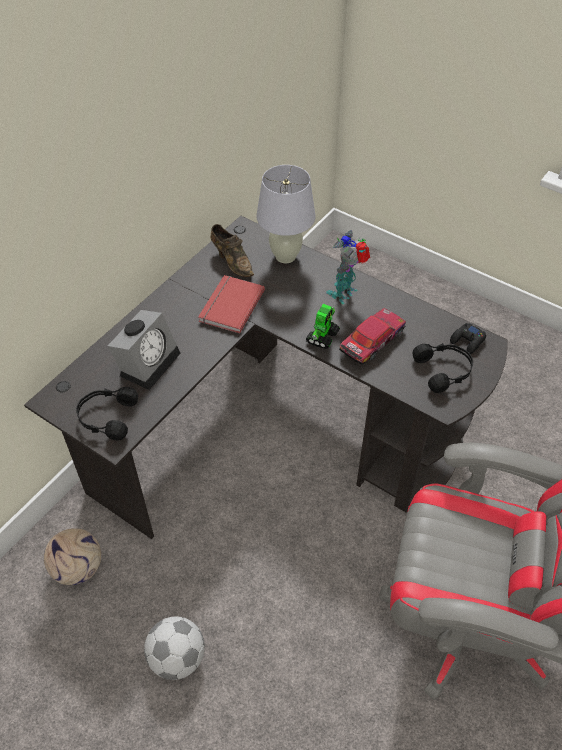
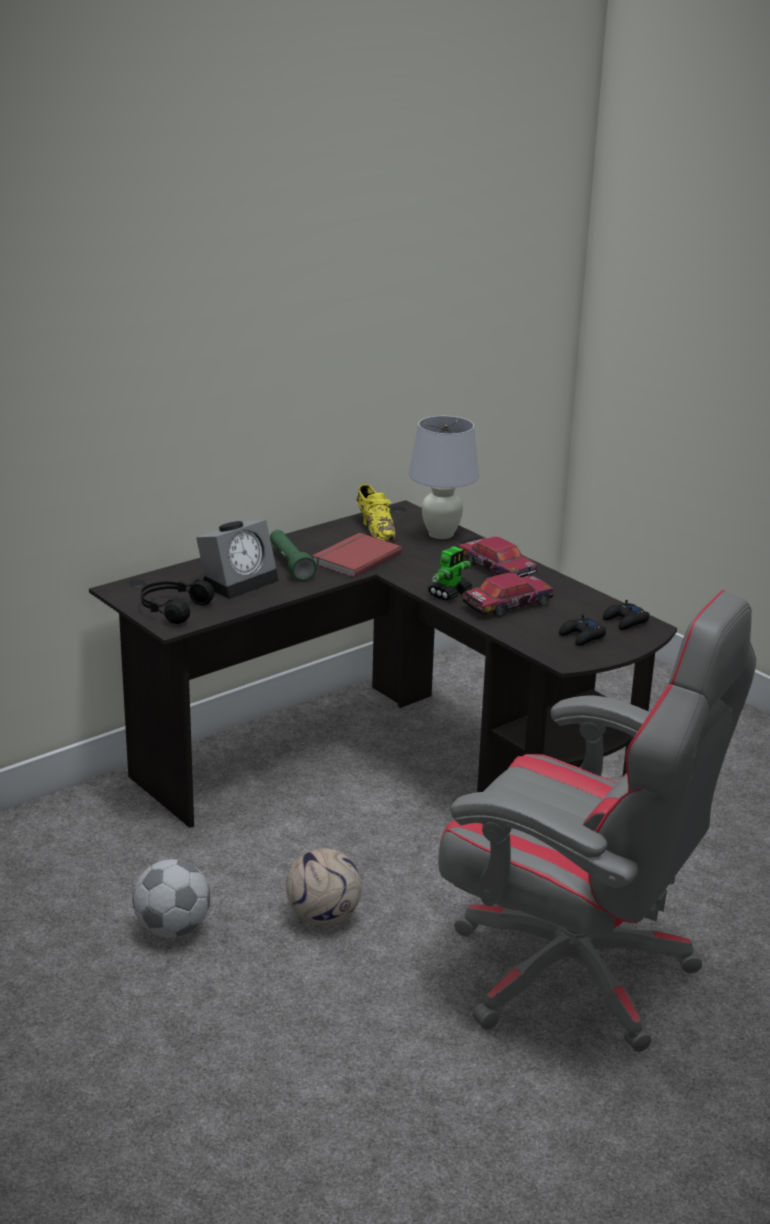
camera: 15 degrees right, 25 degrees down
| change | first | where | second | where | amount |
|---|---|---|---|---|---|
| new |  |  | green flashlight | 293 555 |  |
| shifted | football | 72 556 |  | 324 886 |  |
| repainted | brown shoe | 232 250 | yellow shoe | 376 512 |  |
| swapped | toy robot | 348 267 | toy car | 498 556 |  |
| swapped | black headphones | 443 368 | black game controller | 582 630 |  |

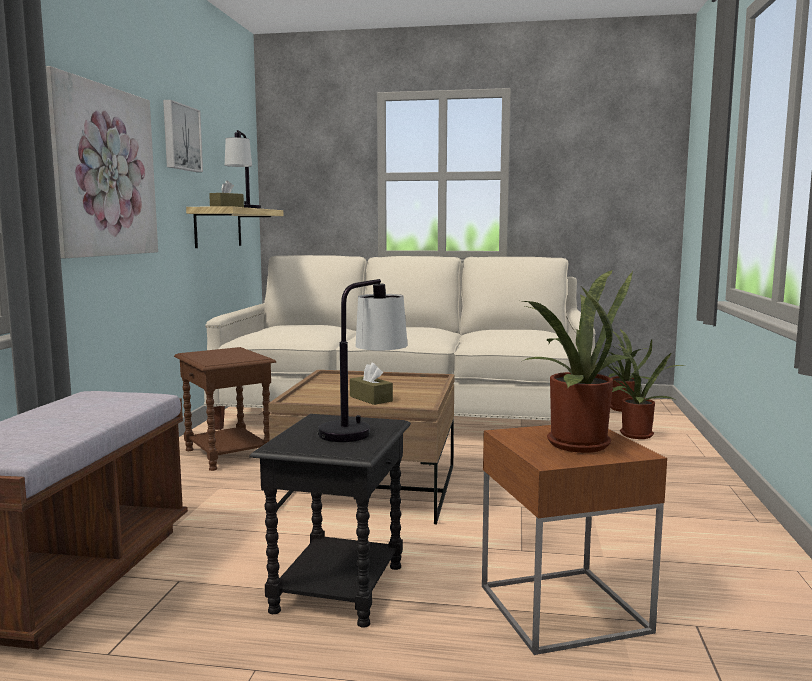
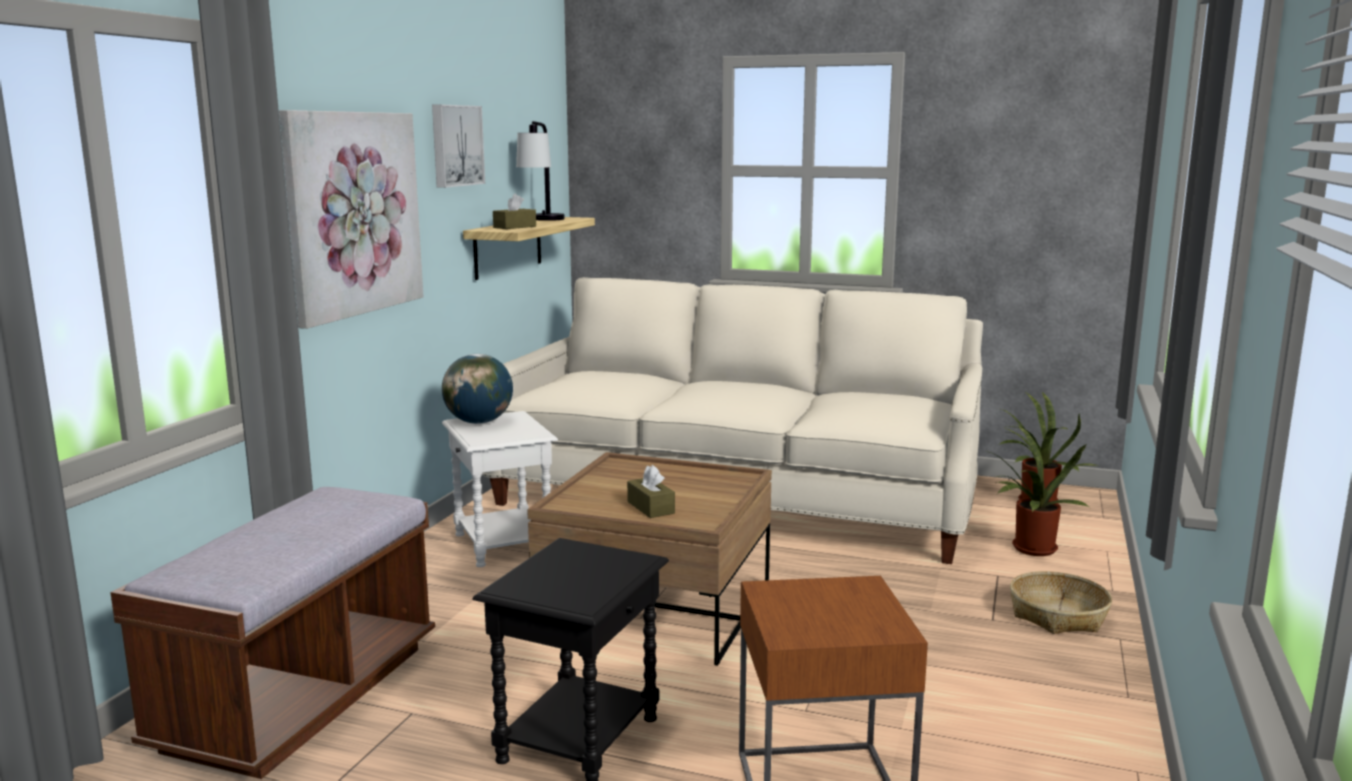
camera: 10 degrees right, 5 degrees up
| change | first | where | second | where | amount |
|---|---|---|---|---|---|
| new |  |  | globe | 477 389 |  |
| repainted | brown side table | 225 409 | white side table | 500 489 |  |
| new |  |  | basket | 1061 602 |  |
| gone | table lamp | 362 360 |  |  |  |
| gone | potted plant | 579 361 |  |  |  |

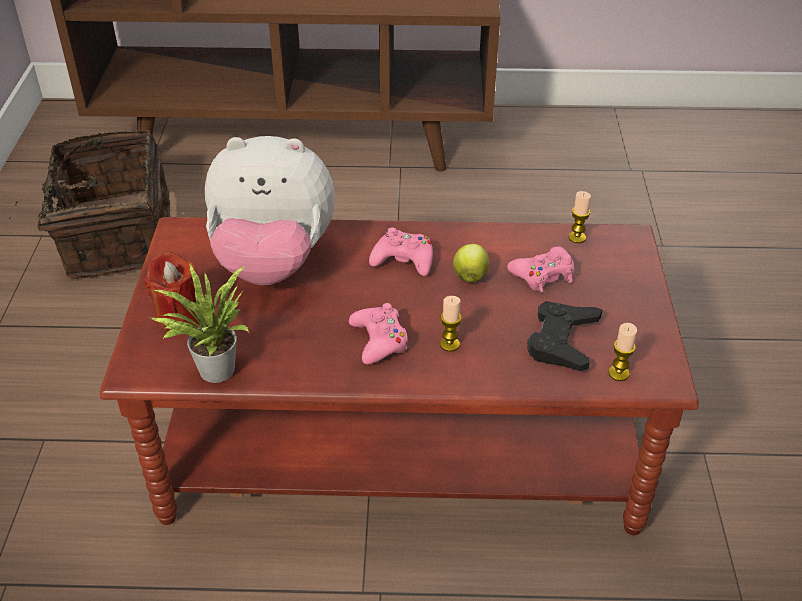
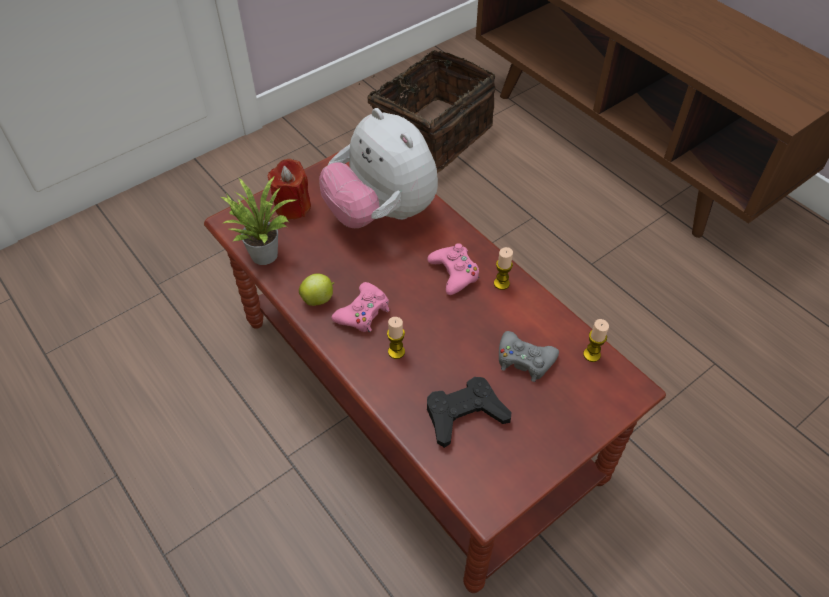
camera: 50 degrees right, 10 degrees up
| change | first | where | second | where | amount |
|---|---|---|---|---|---|
| shifted | apple | 471 263 |  | 316 289 |  |
| shifted | candle | 622 352 |  | 503 268 |  |
| repainted | pink game controller | 541 269 | grey game controller | 529 356 |  |

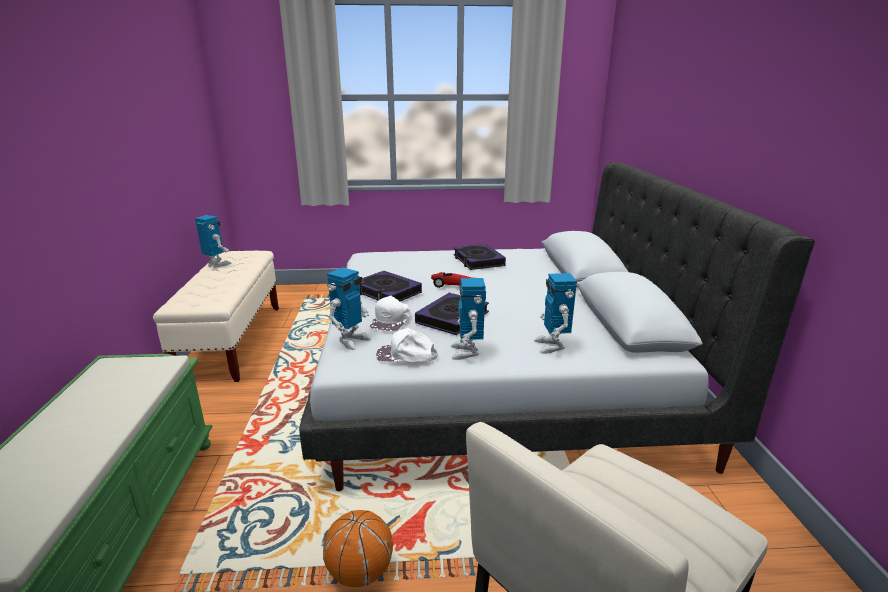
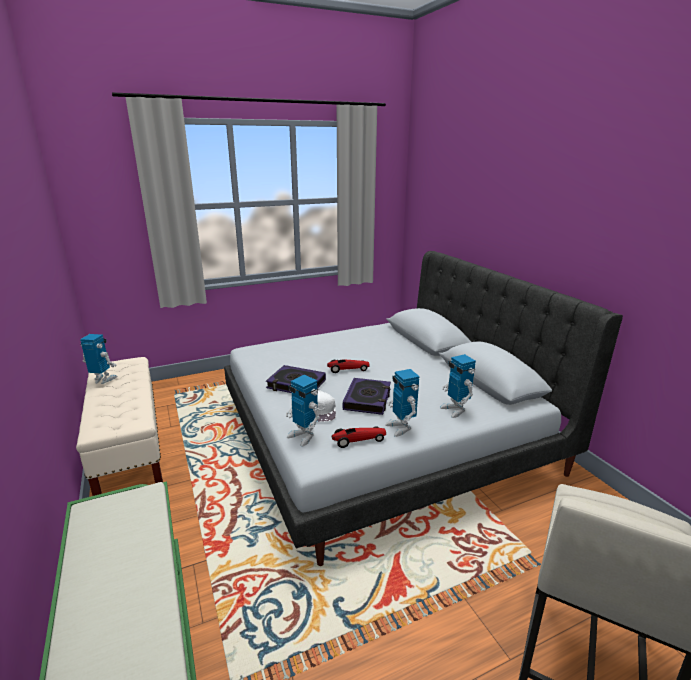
camera: 20 degrees left, 0 degrees up
| change | first | where | second | where | amount |
|---|---|---|---|---|---|
| rotated | toy robot | 349 308 |  | 303 411 | 120 degrees clockwise |
| swapped | white cap | 407 345 | toy car | 359 437 |  |
| gone | basketball | 358 548 |  |  |  |
| gone | book | 479 257 |  |  |  |

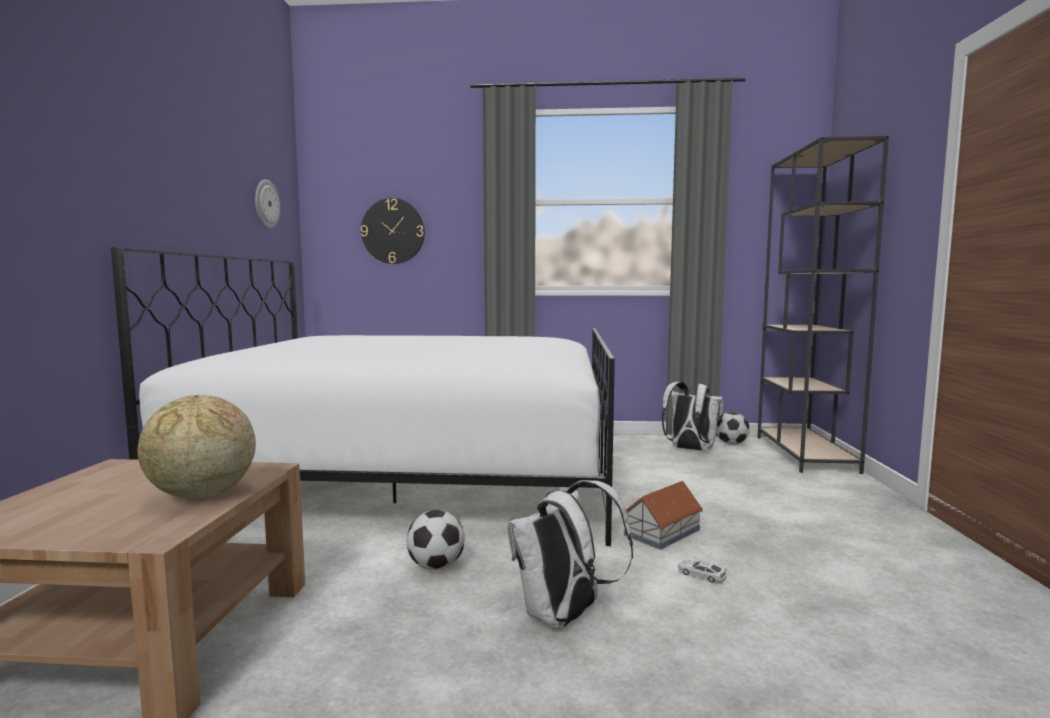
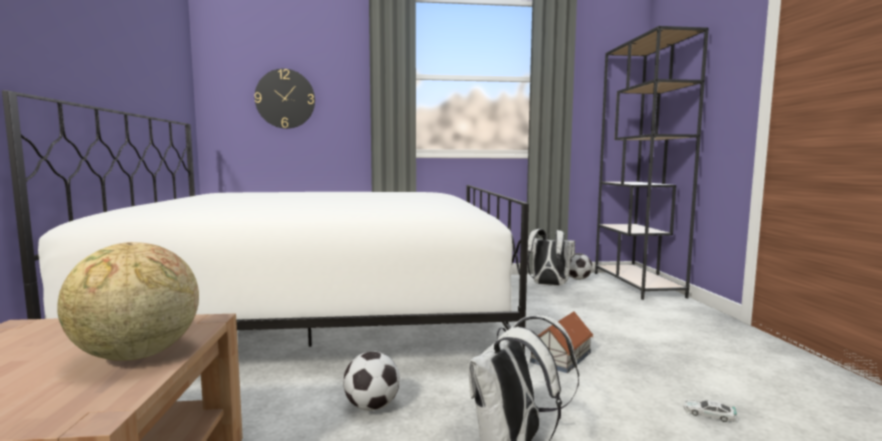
camera: 10 degrees left, 0 degrees up
| change | first | where | second | where | amount |
|---|---|---|---|---|---|
| shifted | toy car | 702 571 |  | 710 411 |  |
| gone | wall clock | 267 204 |  |  |  |

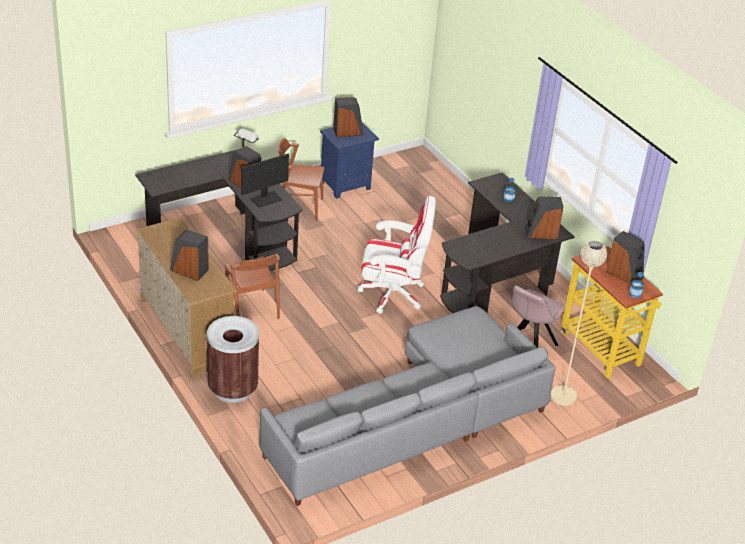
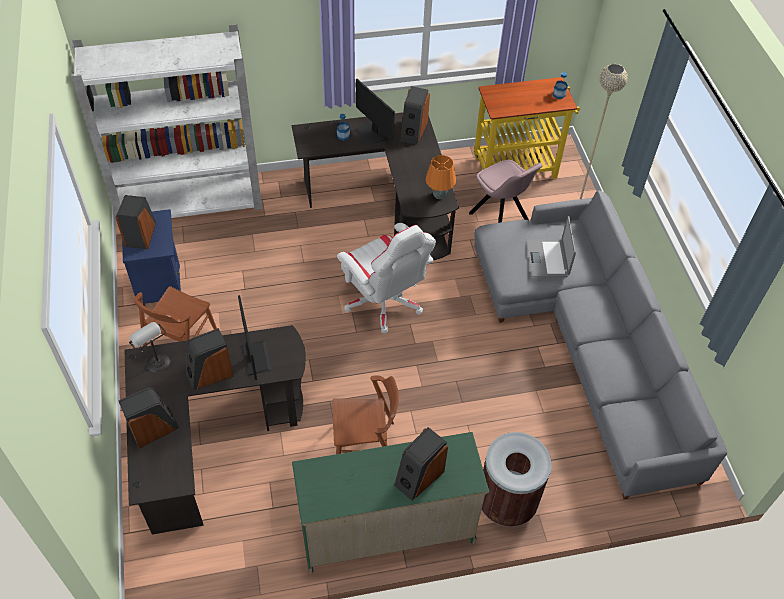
camera: 70 degrees left, 15 degrees up
| change | first | where | second | where | amount |
|---|---|---|---|---|---|
| new |  |  | white bookcase | 166 121 |  |
| shifted | speaker | 625 257 |  | 149 418 |  |
| repainted | brown cabinet | 187 297 | green cabinet | 390 503 |  |
| rotated | white office chair | 397 254 |  | 386 278 | 120 degrees clockwise |
| new |  |  | monitor | 374 113 |  |
| new |  |  | orange table lamp | 440 177 |  |
| new |  |  | laptop | 551 246 |  |

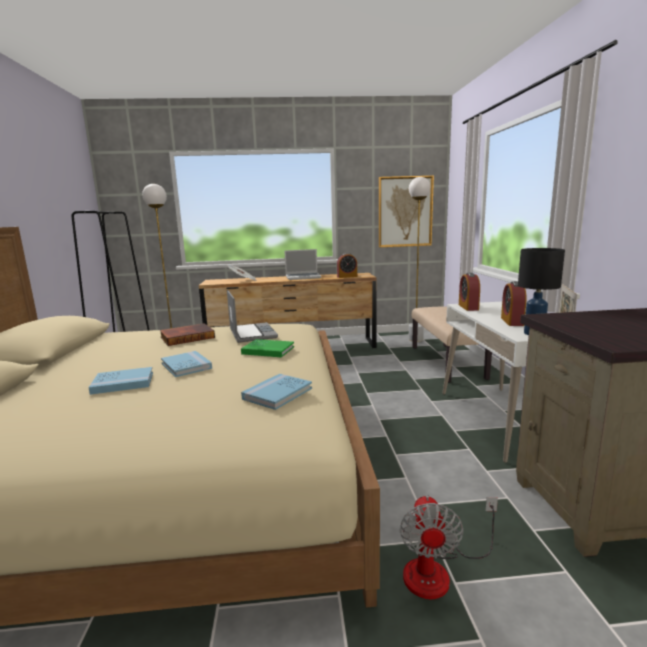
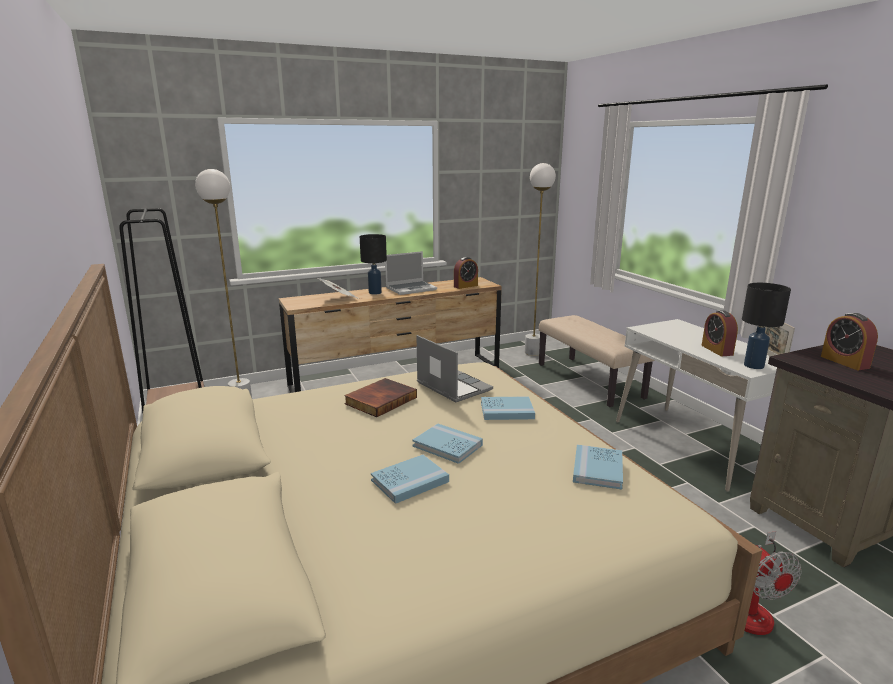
camera: 20 degrees left, 5 degrees up
| change | first | where | second | where | amount |
|---|---|---|---|---|---|
| new |  |  | black table lamp | 373 264 |  |
| repainted | green book | 267 348 | blue book | 508 408 |  |
| shifted | alarm clock | 469 292 |  | 849 341 |  |
| gone | picture | 406 211 |  |  |  |

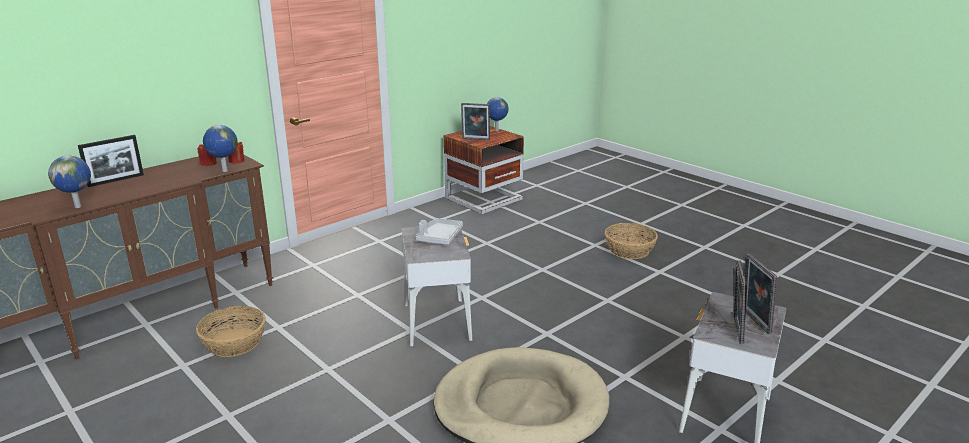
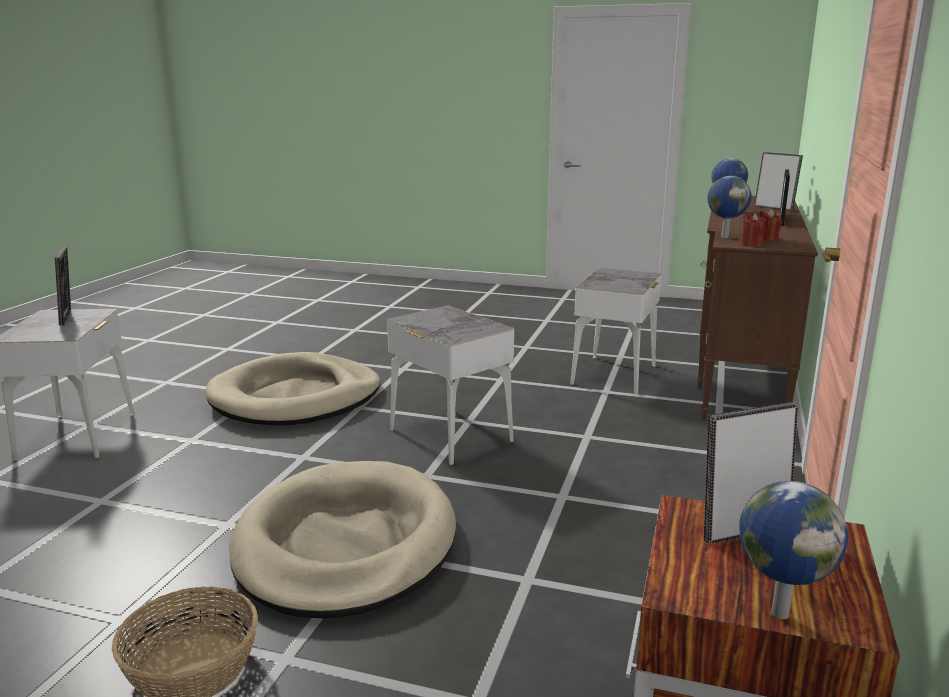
camera: 150 degrees right, 5 degrees down
| change | first | where | second | where | amount |
|---|---|---|---|---|---|
| new |  |  | beige dog bed | 343 540 |  |
| swapped | basket | 231 331 | side table | 616 331 |  |
| shifted | picture frame | 760 293 |  | 778 181 |  |
| gone | grey tray | 439 231 |  |  |  |

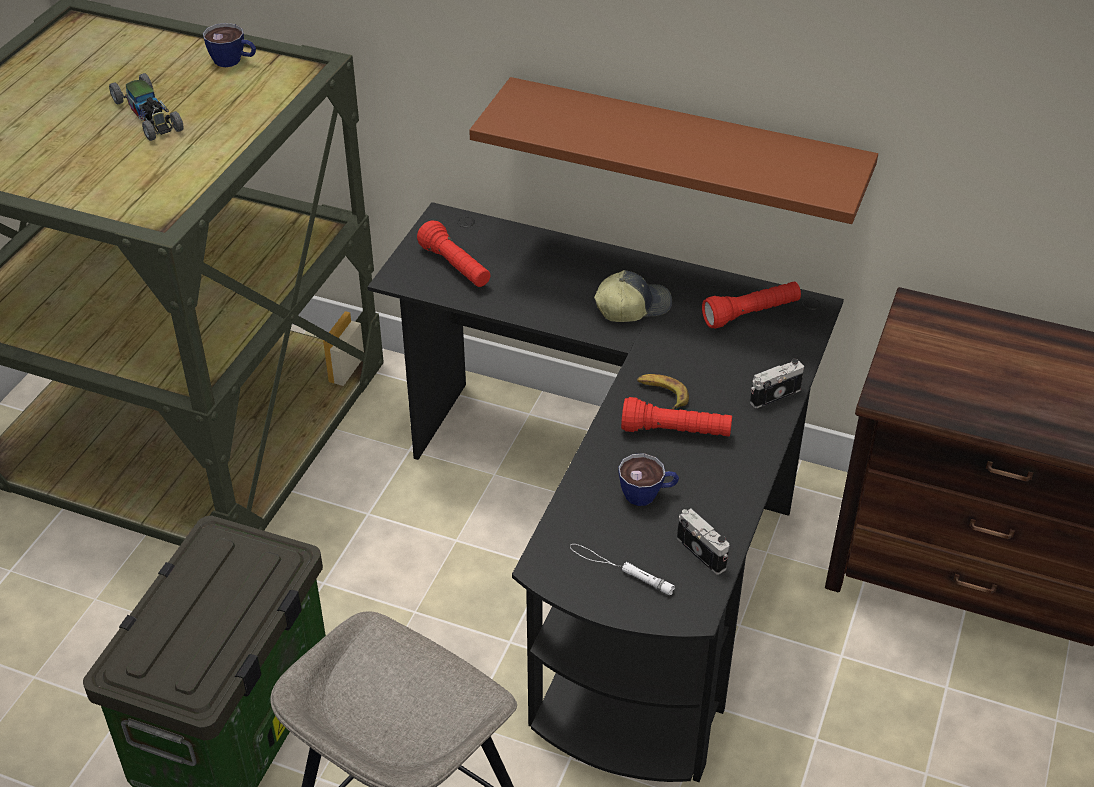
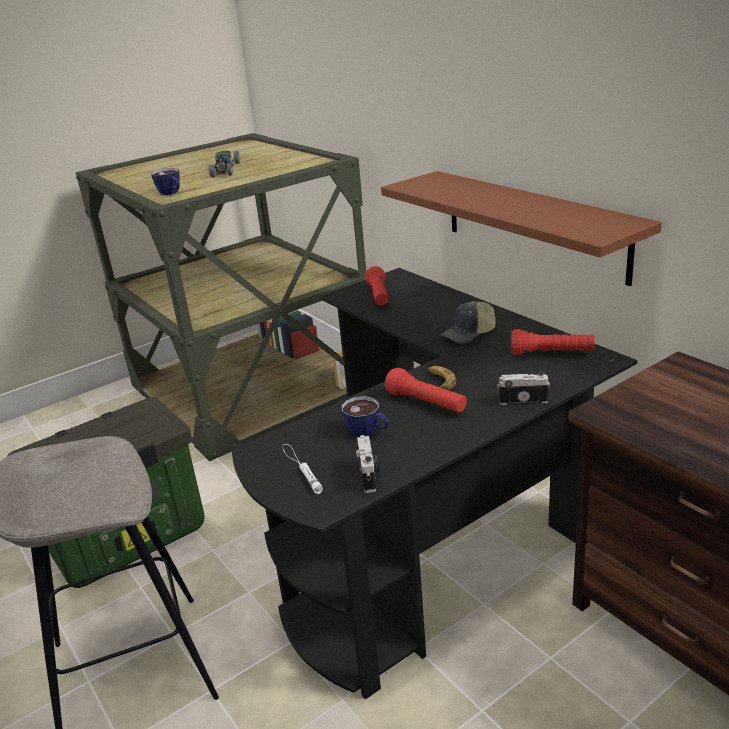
camera: 35 degrees right, 15 degrees down
| change | first | where | second | where | amount |
|---|---|---|---|---|---|
| shifted | cup | 229 45 |  | 165 181 |  |
| rotated | cap | 633 296 |  | 468 322 | 135 degrees clockwise |

